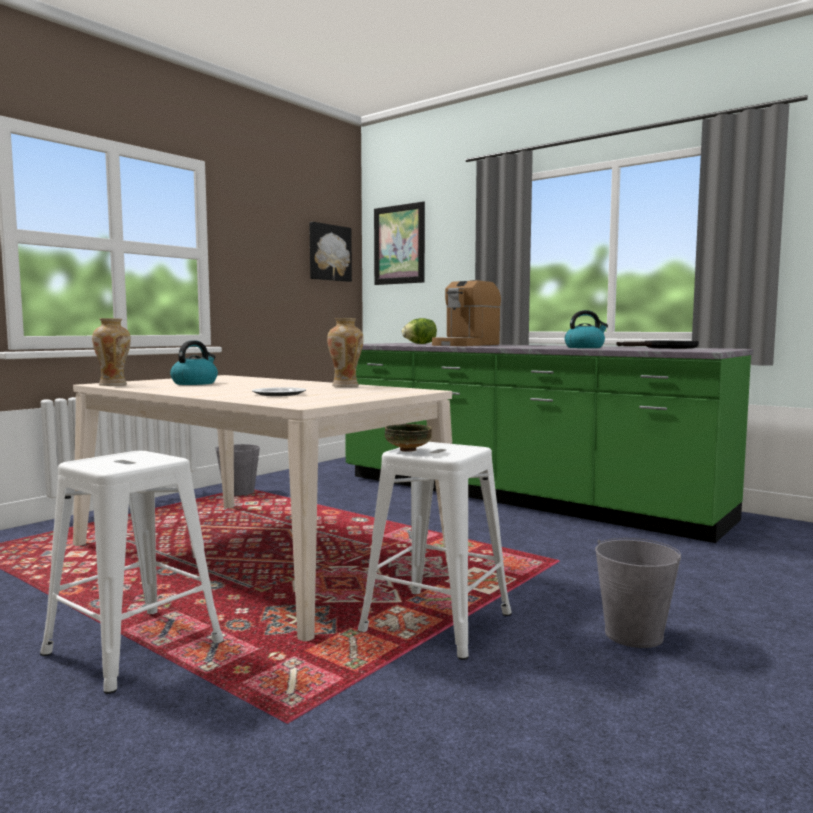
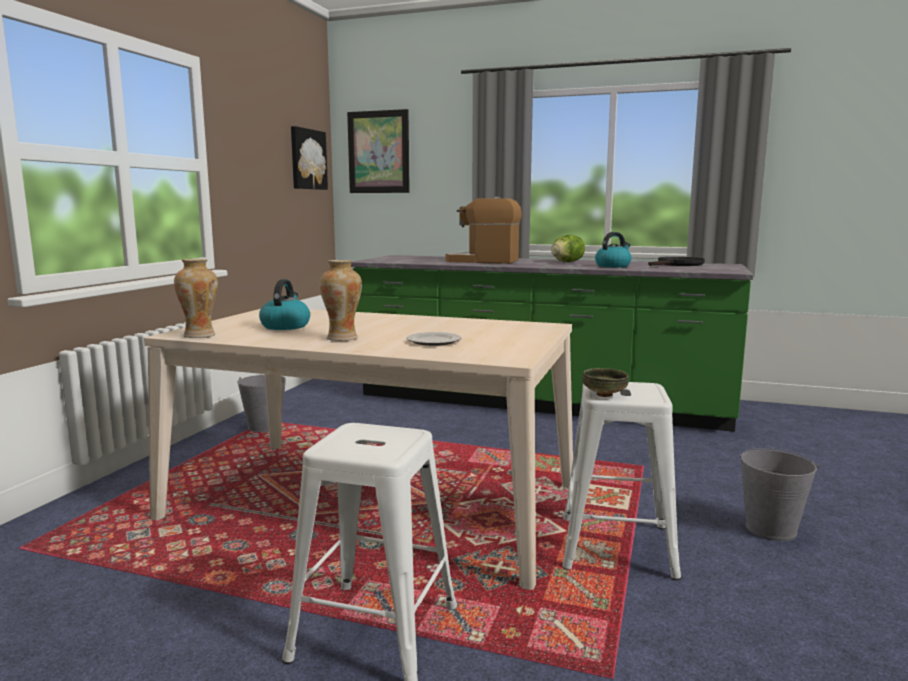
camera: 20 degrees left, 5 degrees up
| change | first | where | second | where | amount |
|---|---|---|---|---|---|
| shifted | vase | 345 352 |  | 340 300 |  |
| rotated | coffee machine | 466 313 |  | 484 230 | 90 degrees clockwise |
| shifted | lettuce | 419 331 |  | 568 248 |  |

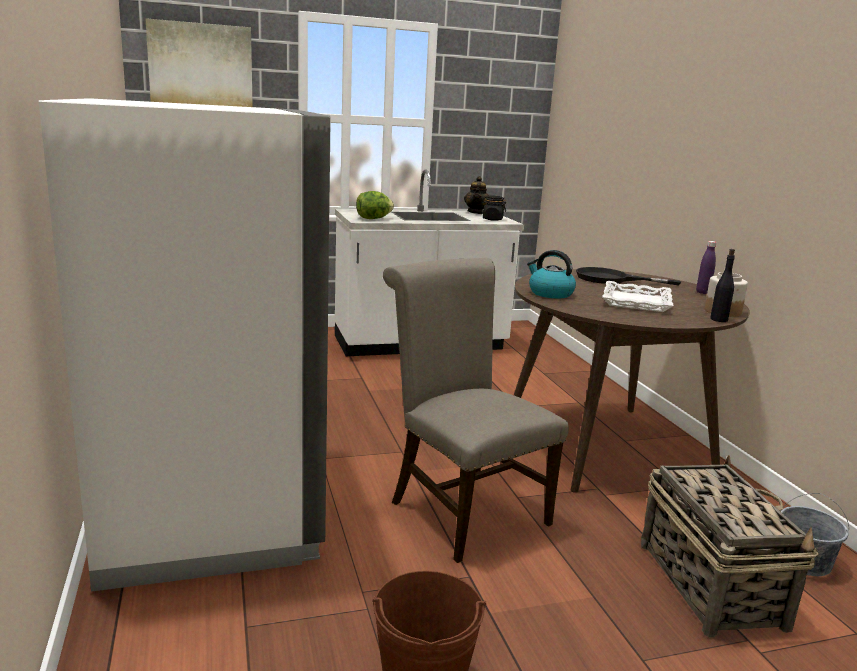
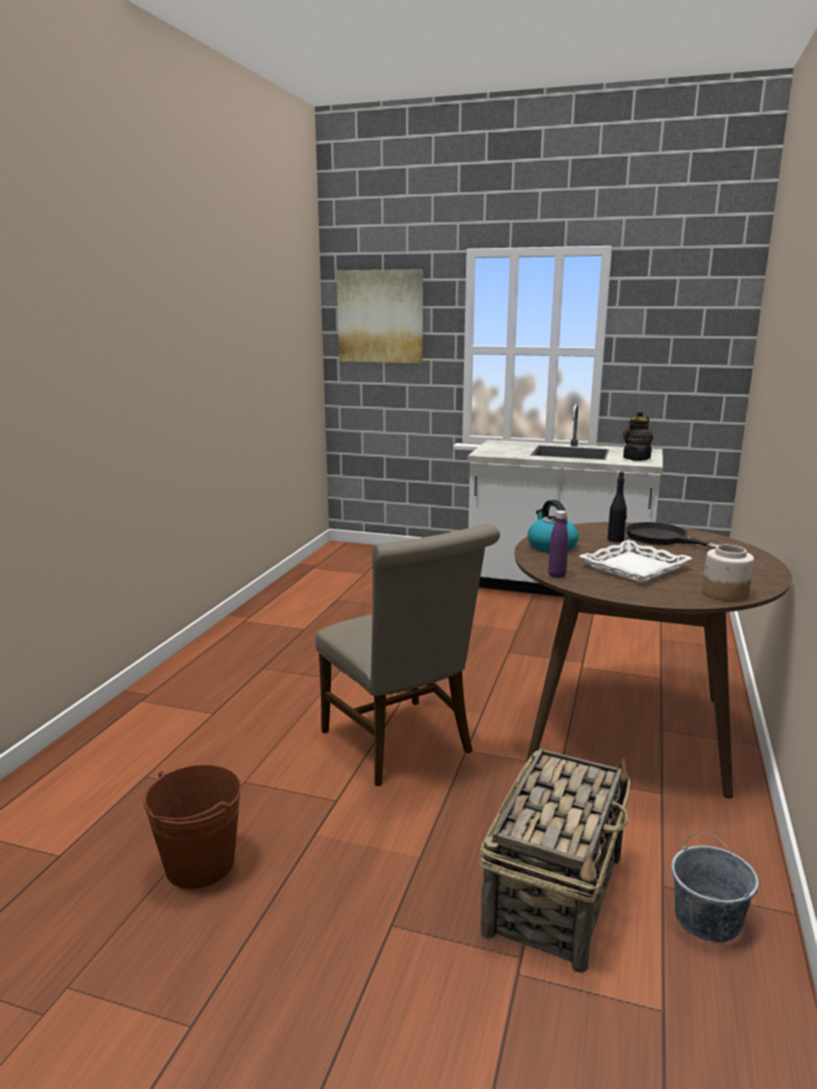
camera: 35 degrees right, 0 degrees up
| change | first | where | second | where | amount |
|---|---|---|---|---|---|
| rotated | beige chair | 476 410 |  | 407 655 | 150 degrees clockwise |
| shifted | purple bottle | 706 267 |  | 558 544 |  |
| shifted | black bottle | 722 285 |  | 617 507 |  |
| gone | white fridge | 185 345 |  |  |  |
| gone | lettuce | 375 205 |  |  |  |

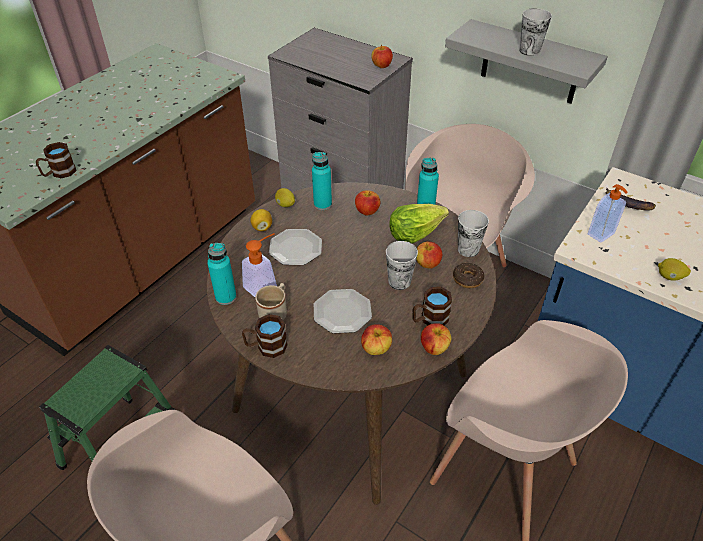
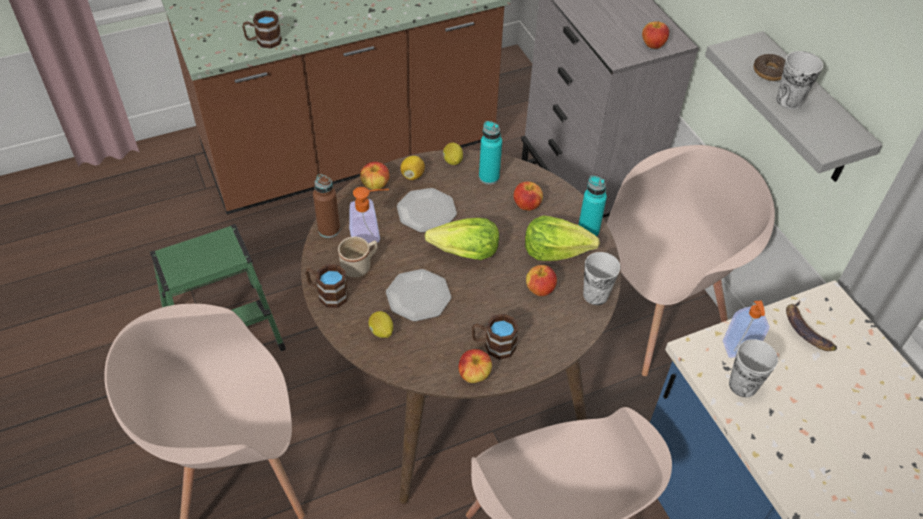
camera: 30 degrees right, 5 degrees up
| change | first | where | second | where | amount |
|---|---|---|---|---|---|
| repainted | turquoise bottle | 222 274 | brown bottle | 326 206 |  |
| shifted | apple | 376 339 |  | 375 176 |  |
| shifted | lemon | 674 269 |  | 380 324 |  |
| new |  |  | lettuce | 461 239 |  |
| shifted | cup | 402 265 |  | 753 368 |  |
| shifted | donut | 468 275 |  | 769 67 |  |

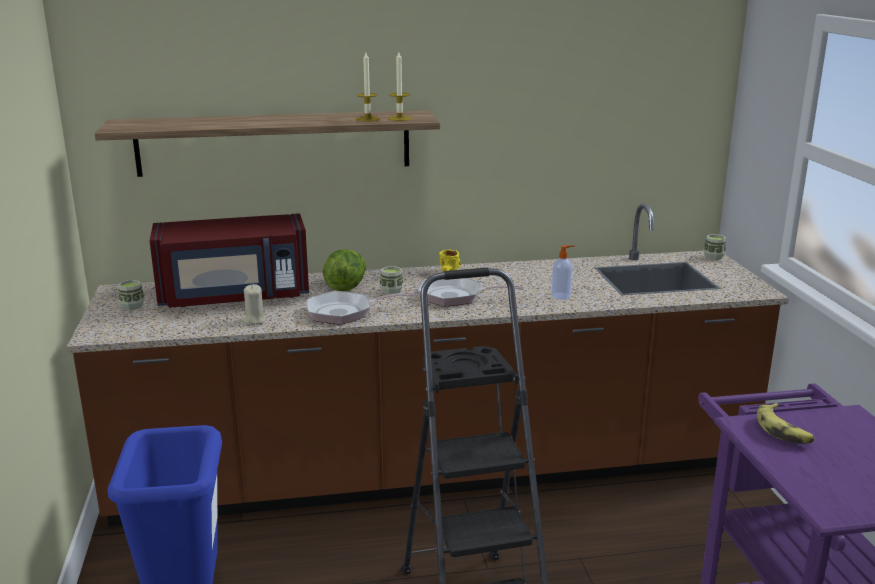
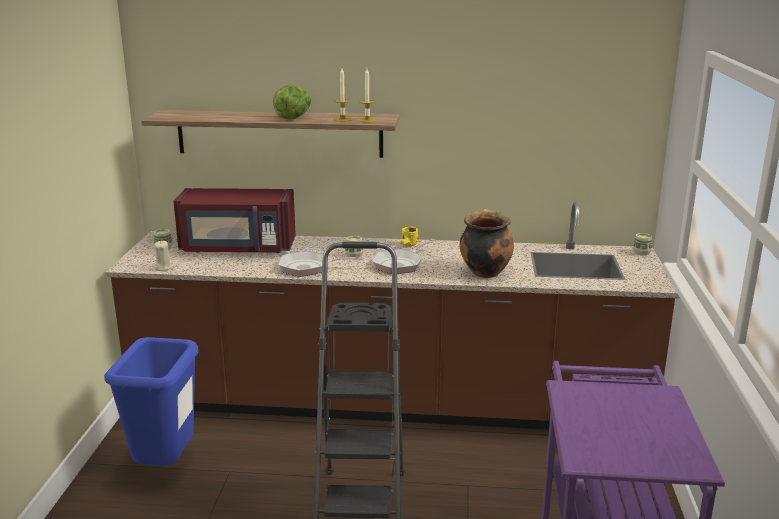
camera: 15 degrees right, 0 degrees up
| change | first | where | second | where | amount |
|---|---|---|---|---|---|
| shifted | beige candle | 255 304 |  | 163 256 |  |
| shifted | lettuce | 344 270 |  | 292 102 |  |
| rotated | frying pan | 471 292 |  | 404 256 | 75 degrees counterclockwise |
| swapped | soap dispenser | 563 272 | cooking pot | 487 243 |  |
| gone | banana | 786 423 |  |  |  |

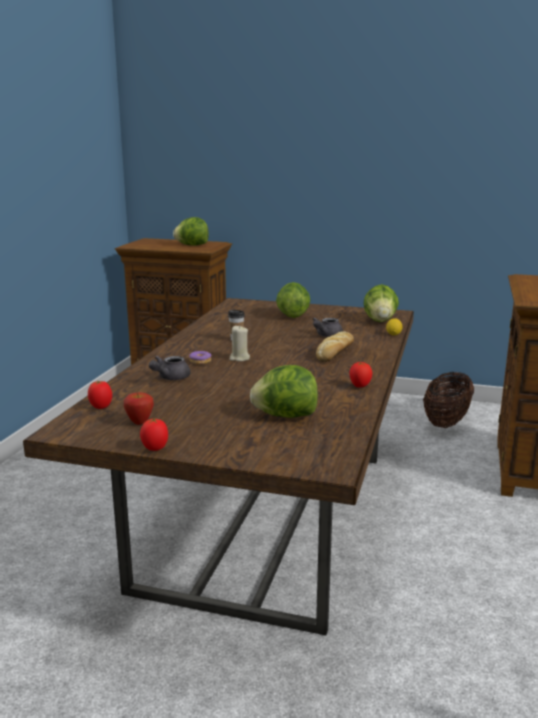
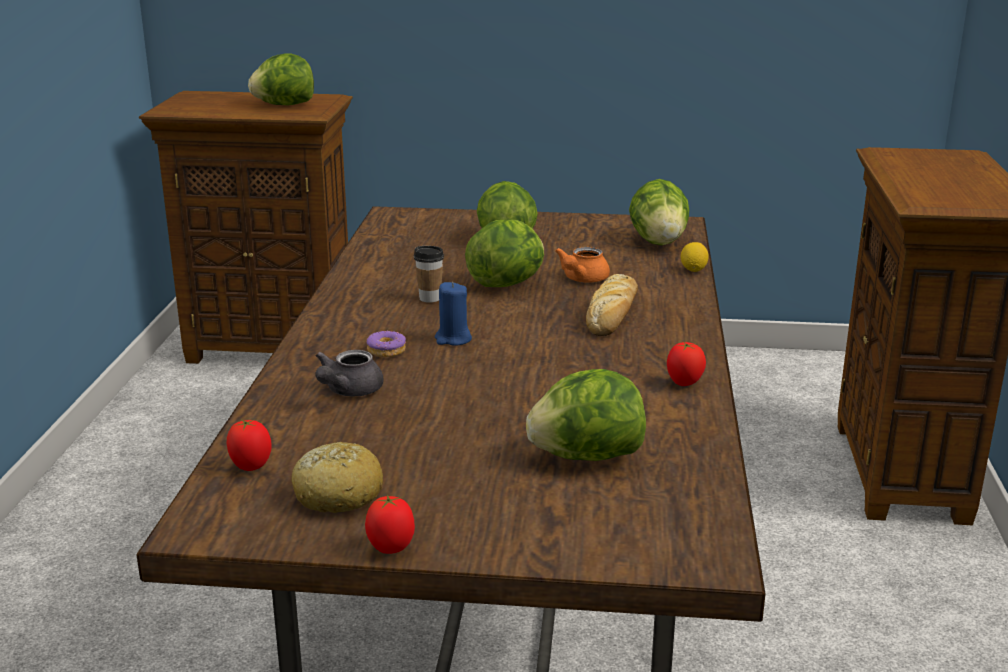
camera: 10 degrees left, 5 degrees up
| change | first | where | second | where | amount |
|---|---|---|---|---|---|
| swapped | apple | 139 408 | bread | 337 477 |  |
| repainted | beige candle | 239 343 | blue candle | 453 314 |  |
| new |  |  | lettuce | 504 253 |  |
| repainted | grey teapot | 328 327 | orange teapot | 582 265 |  |
| gone | basket | 448 400 |  |  |  |

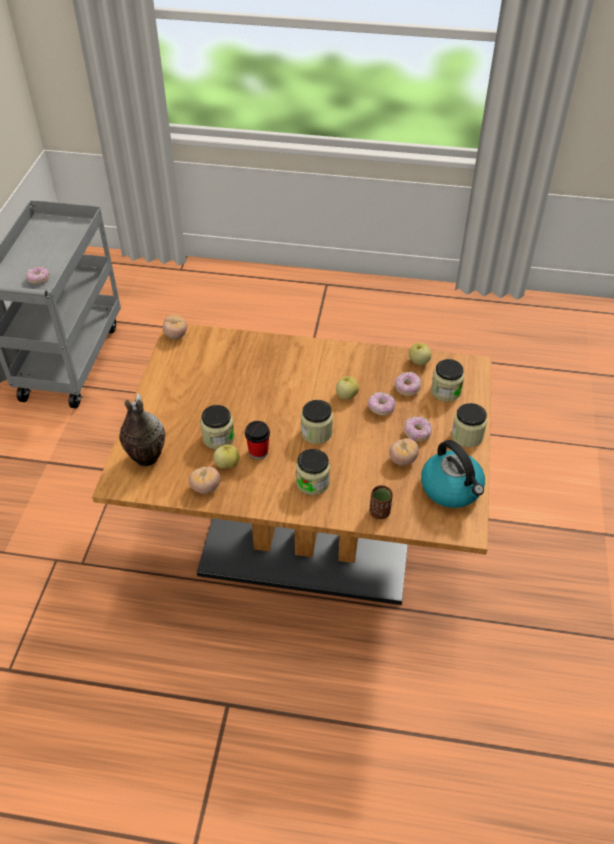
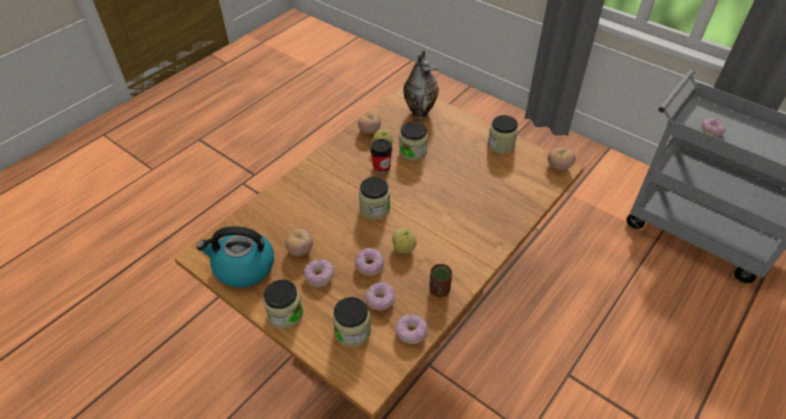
camera: 120 degrees right, 0 degrees up
| change | first | where | second | where | amount |
|---|---|---|---|---|---|
| swapped | apple | 420 354 | donut | 412 329 |  |
| shifted | brown cup | 381 502 |  | 440 280 |  |
| shifted | jar | 313 472 |  | 503 134 |  |

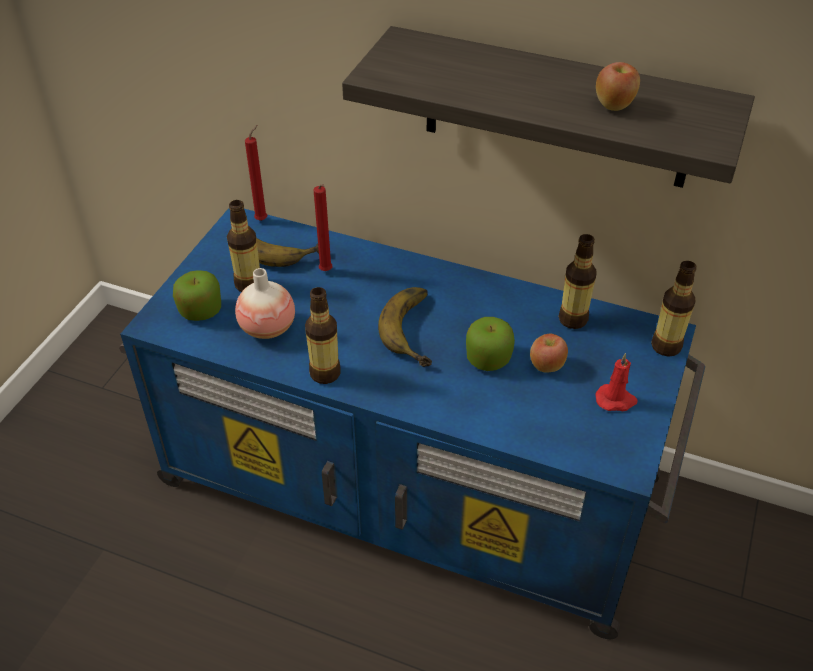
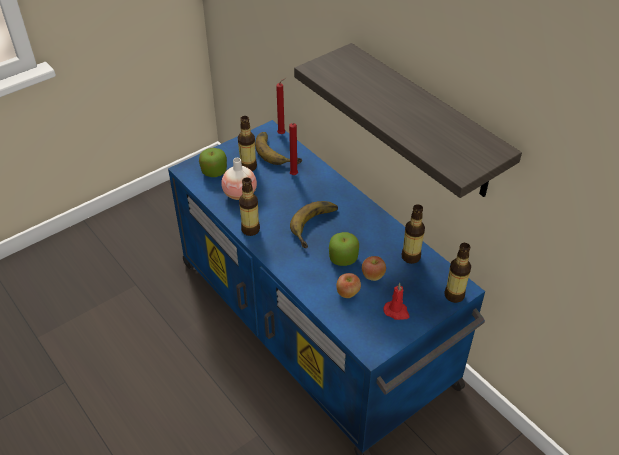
camera: 30 degrees right, 0 degrees up
| change | first | where | second | where | amount |
|---|---|---|---|---|---|
| shifted | apple | 618 86 |  | 348 285 |  |

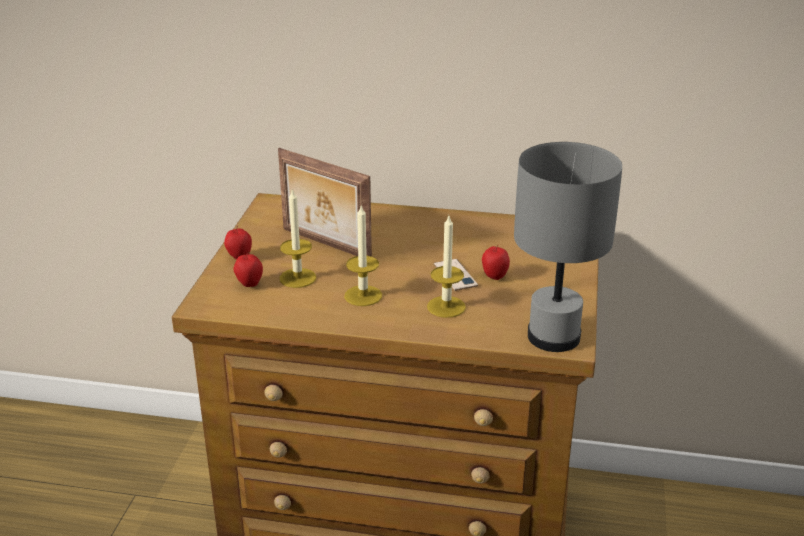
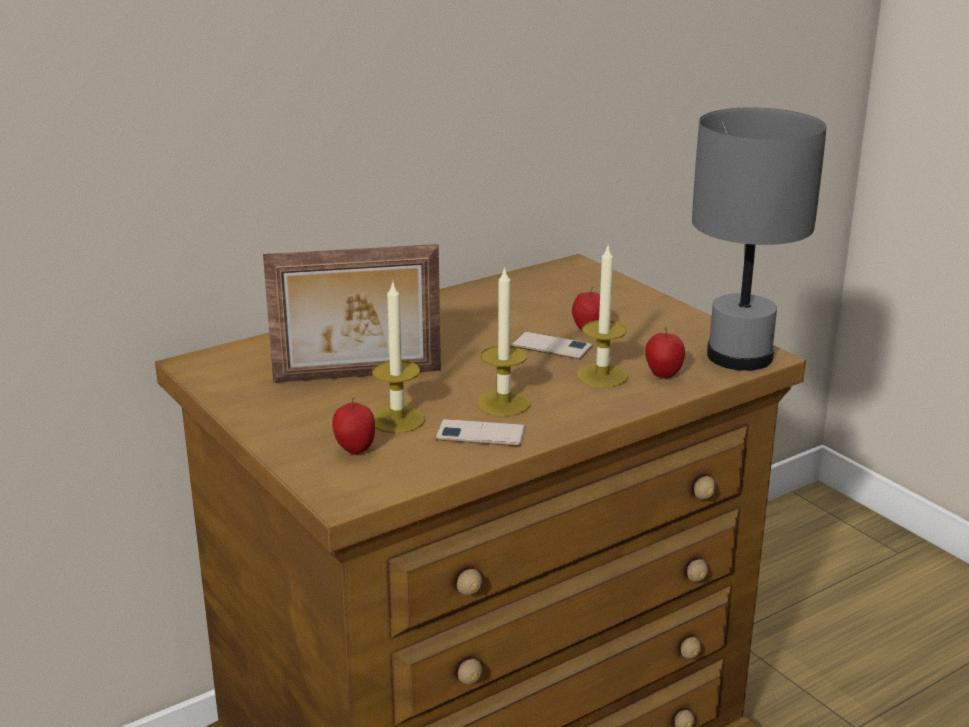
camera: 45 degrees left, 5 degrees down
| change | first | where | second | where | amount |
|---|---|---|---|---|---|
| new |  |  | phone | 480 432 |  |
| shifted | apple | 238 243 |  | 665 353 |  |

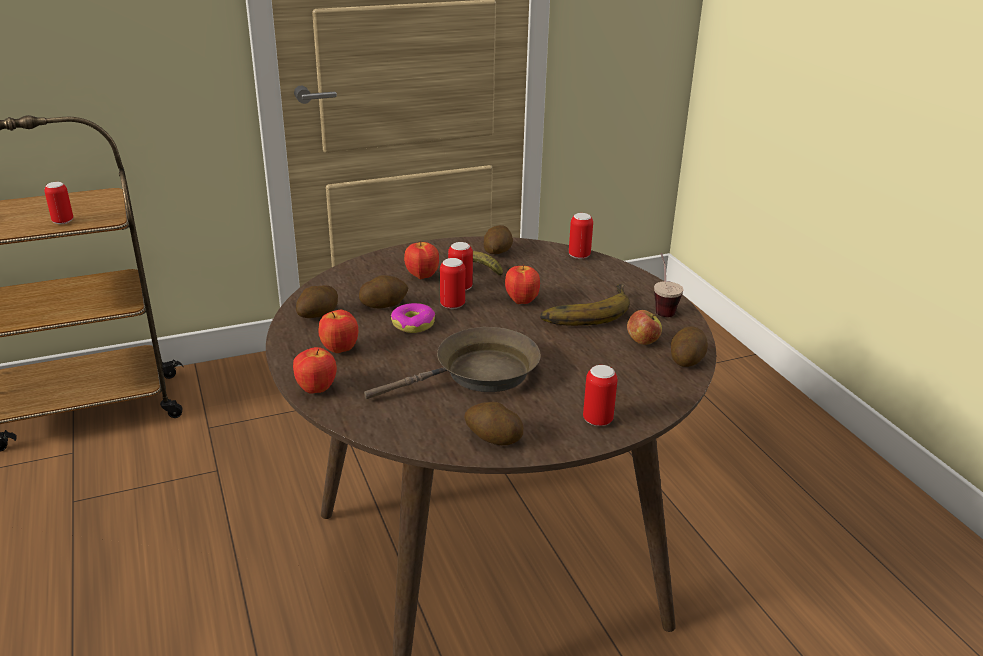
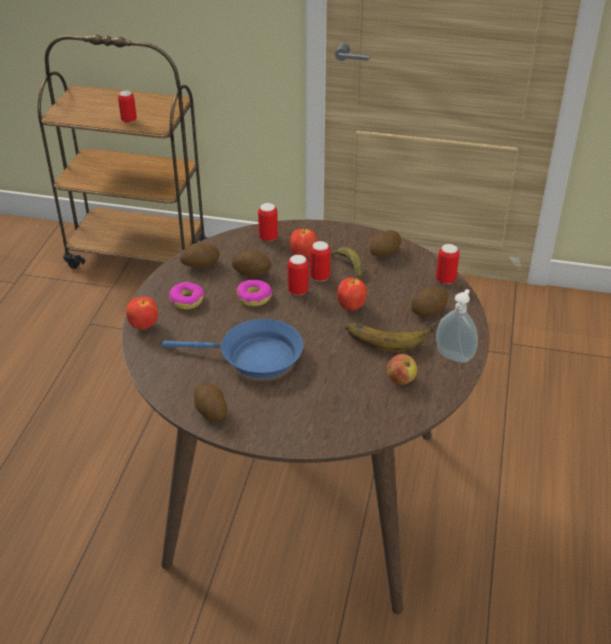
camera: 35 degrees right, 10 degrees up
| change | first | where | second | where | amount |
|---|---|---|---|---|---|
| repainted | brown frying pan | 452 363 | blue frying pan | 232 349 |  |
| swapped | apple | 338 331 | donut | 186 295 |  |
| shifted | can | 600 395 |  | 268 222 |  |
| shifted | potato | 689 346 |  | 429 301 |  |
| swapped | cup | 669 285 | soap dispenser | 457 326 |  |

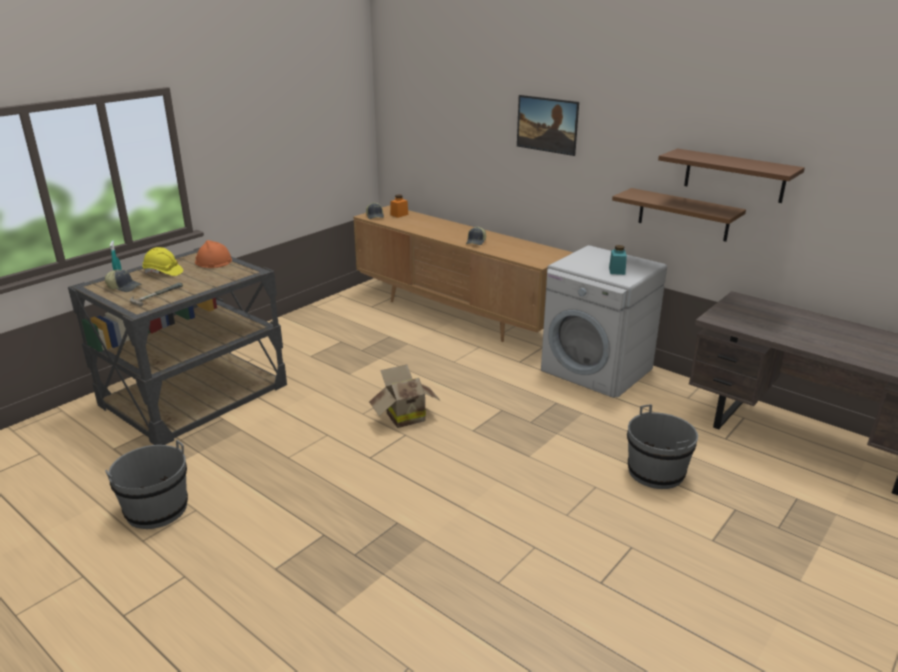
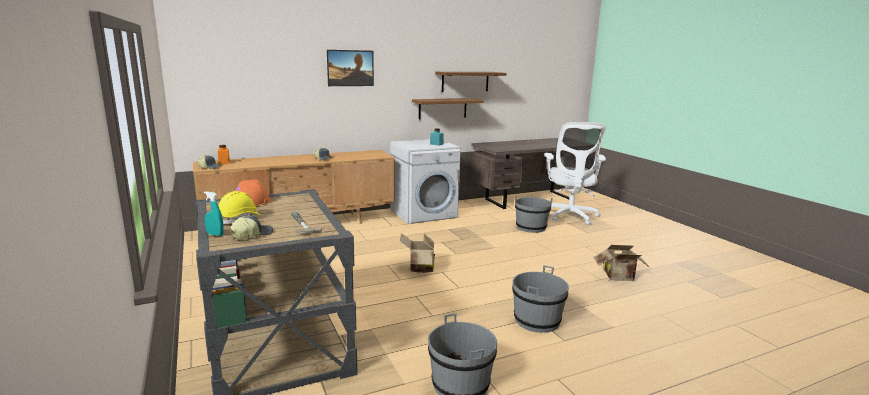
camera: 65 degrees left, 10 degrees down
| change | first | where | second | where | amount |
|---|---|---|---|---|---|
| new |  |  | grey bucket | 540 299 |  |
| new |  |  | white office chair | 575 173 |  |
| new |  |  | cardboard box | 621 263 |  |

